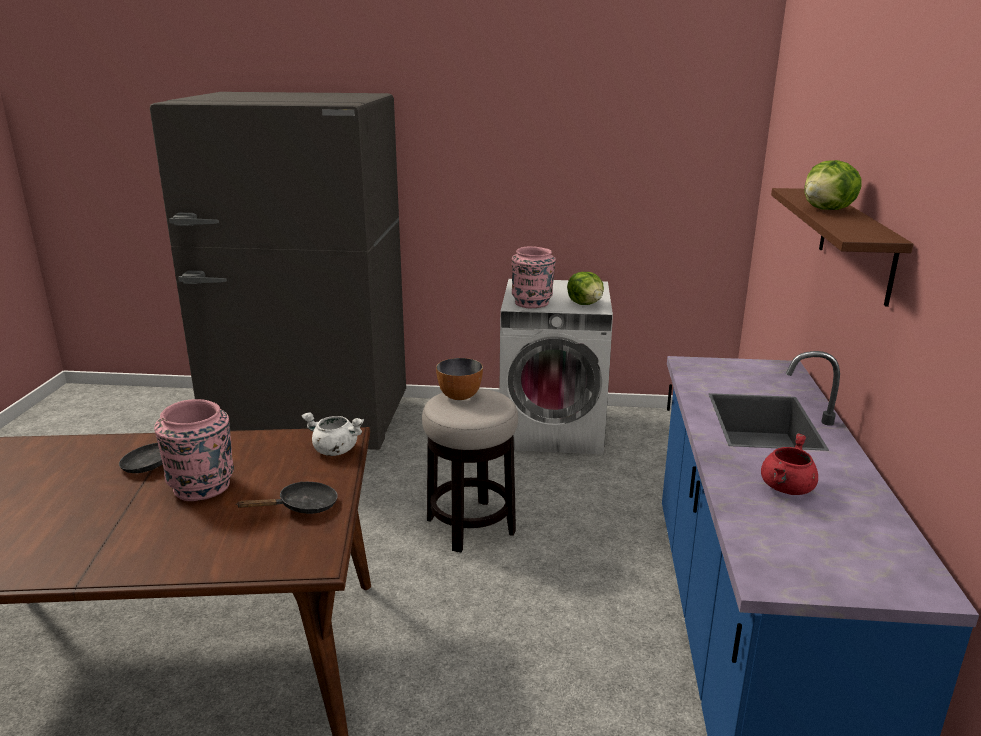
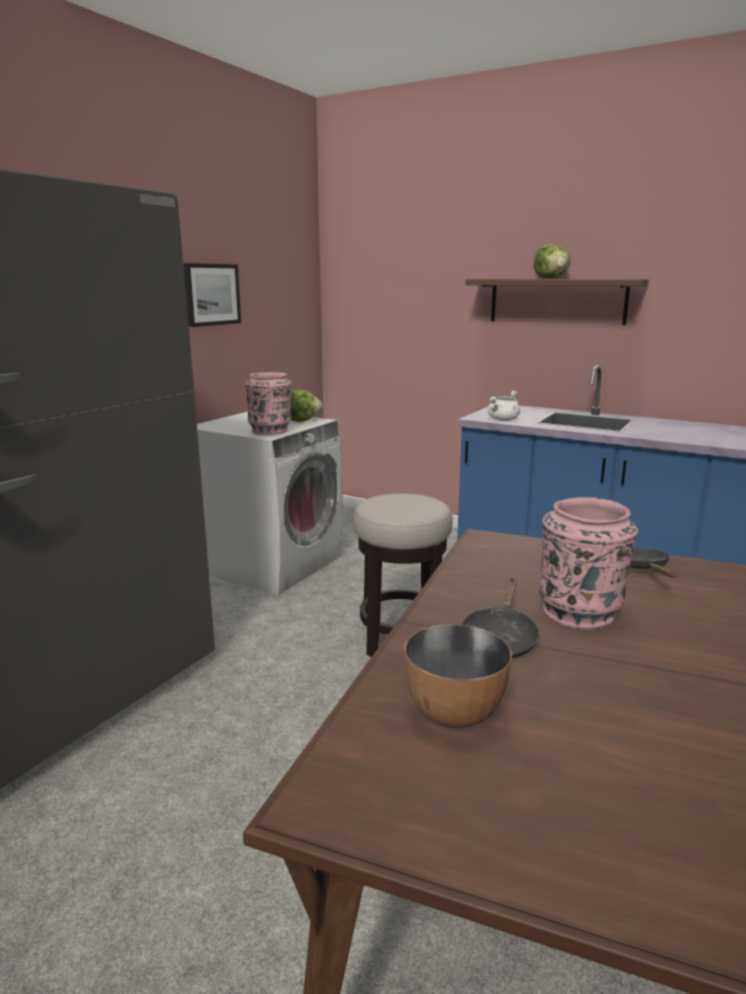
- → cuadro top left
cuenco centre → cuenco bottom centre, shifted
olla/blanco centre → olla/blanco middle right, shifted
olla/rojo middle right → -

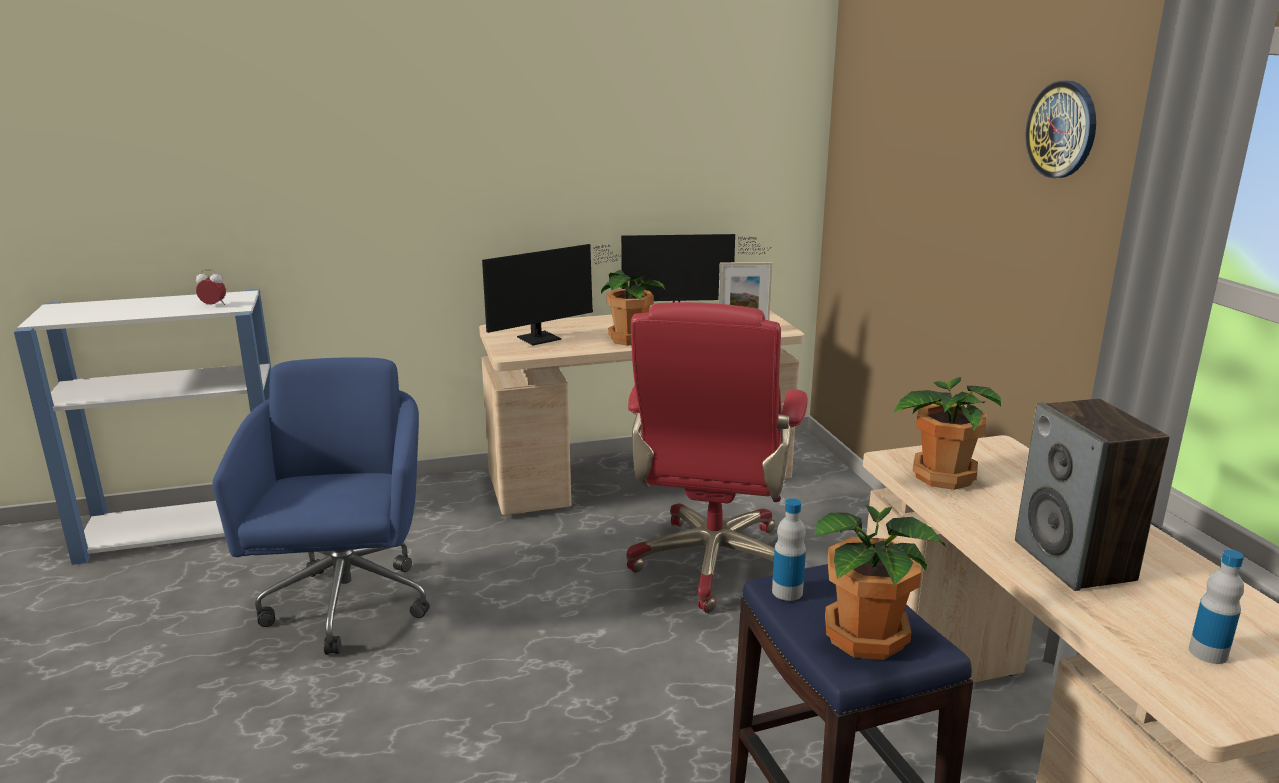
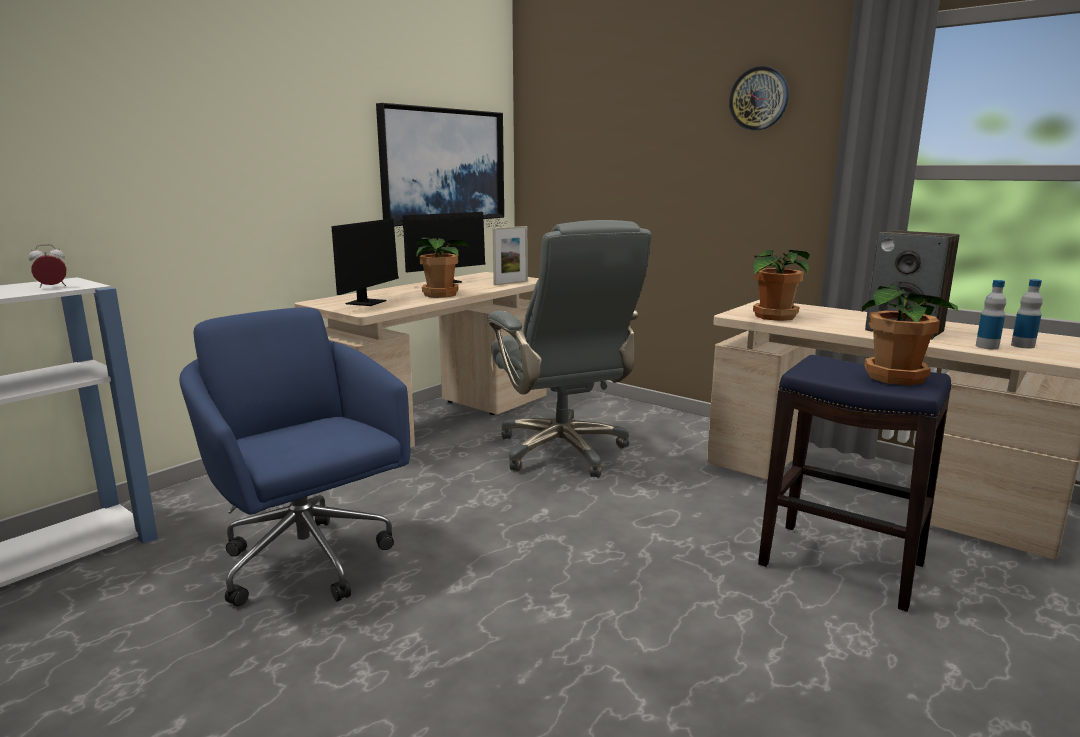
- → cuadro top centre
silla de oficina/rojo centre → silla de oficina/gris centre
botella (no. 1 from left) bottom centre → botella (no. 1 from left) middle right, shifted

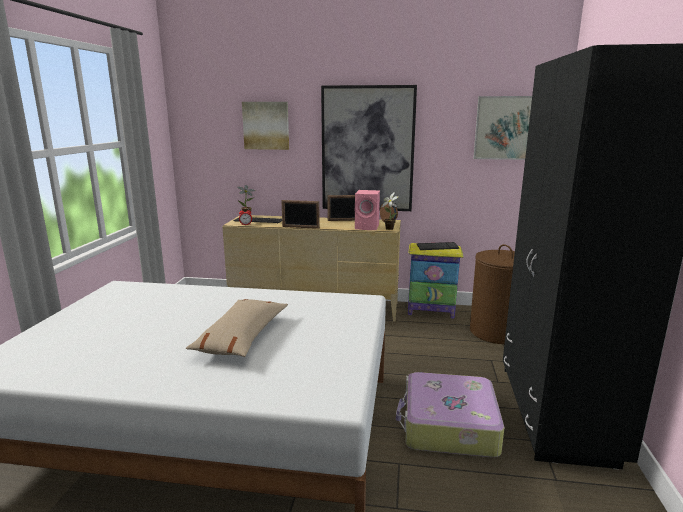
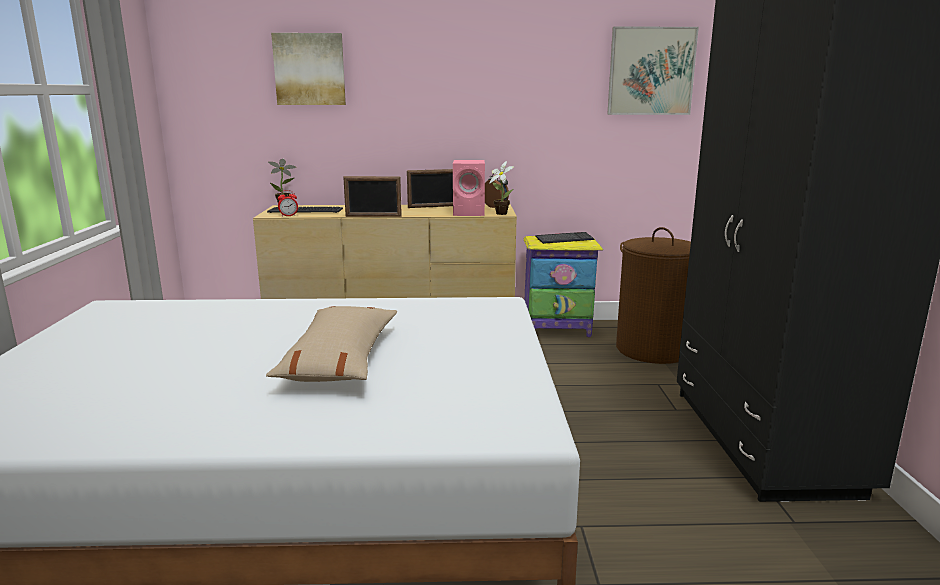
cuadro (no. 2 from left) top centre → -
maleta bottom centre → -

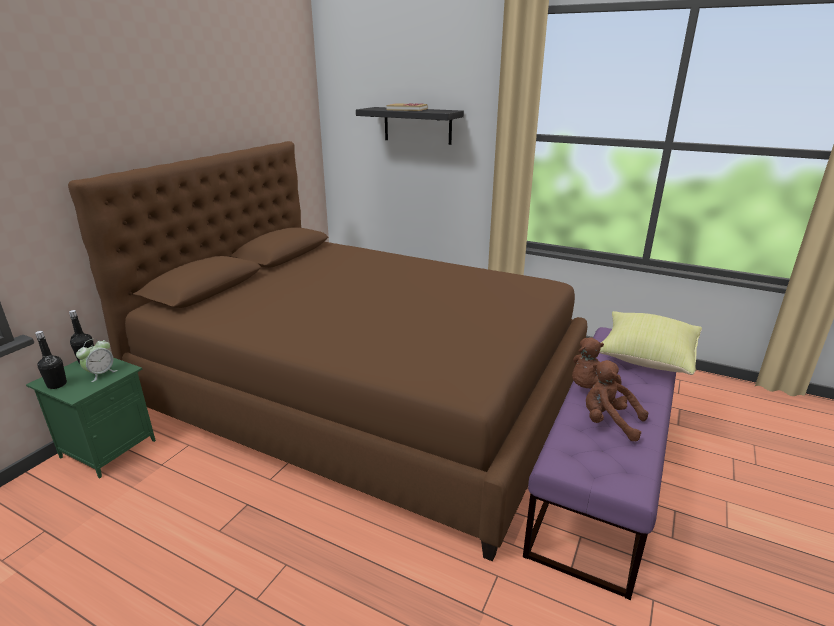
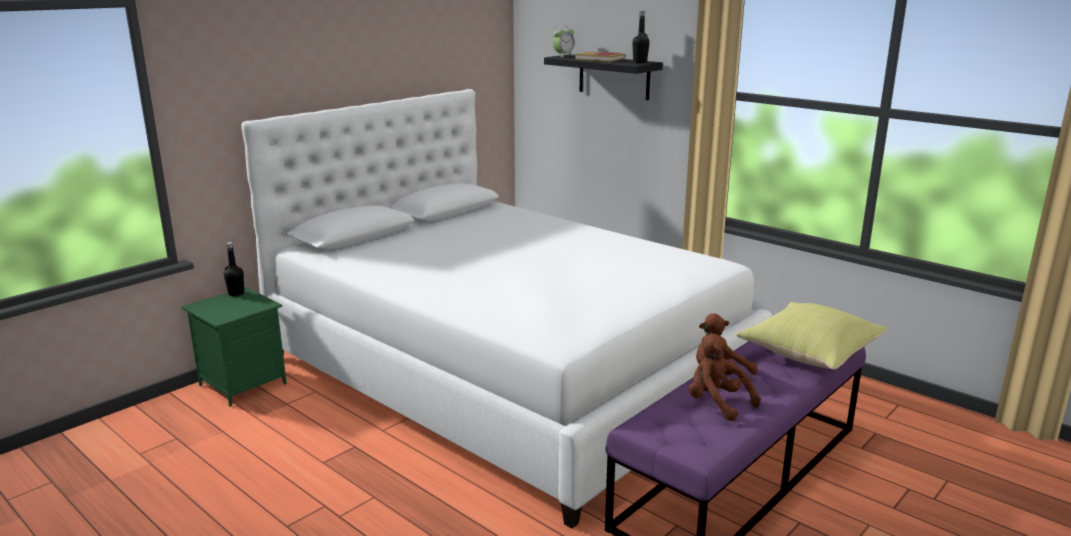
cama/marrón centre → cama/blanco centre
despertador middle left → despertador top centre, shifted
botella/negro (no. 1 from left in the first image) middle left → botella/negro (no. 2 from left) top centre, shifted

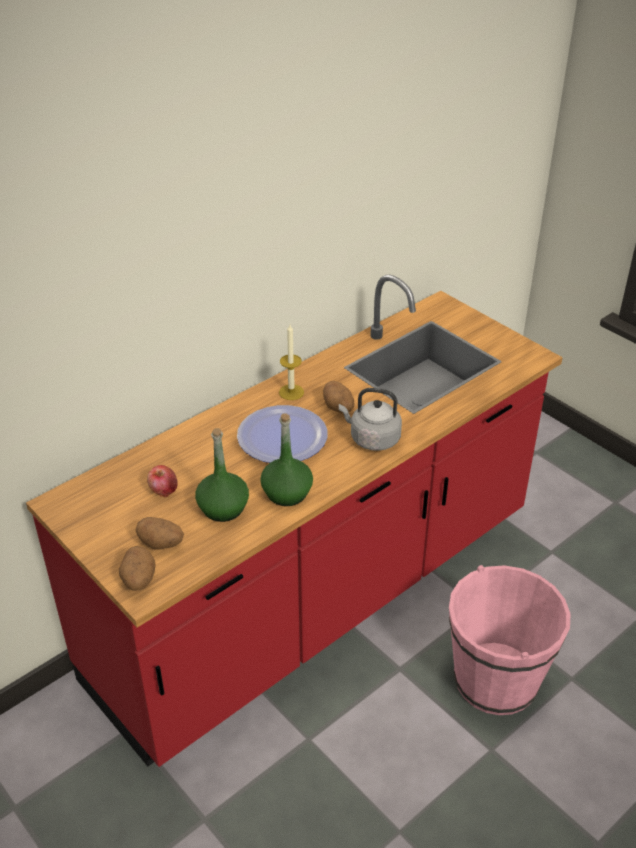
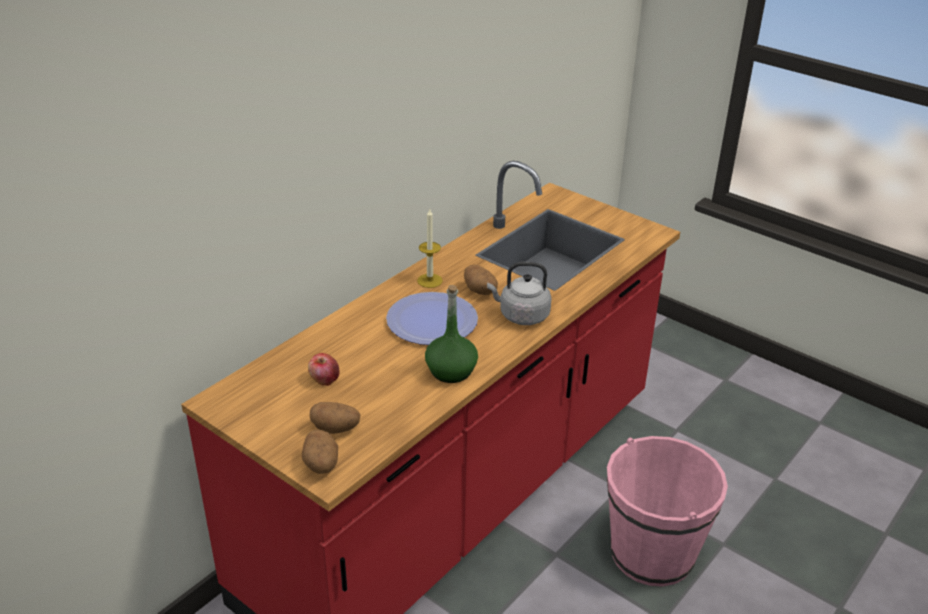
botella/verde (no. 1 from left) centre → -

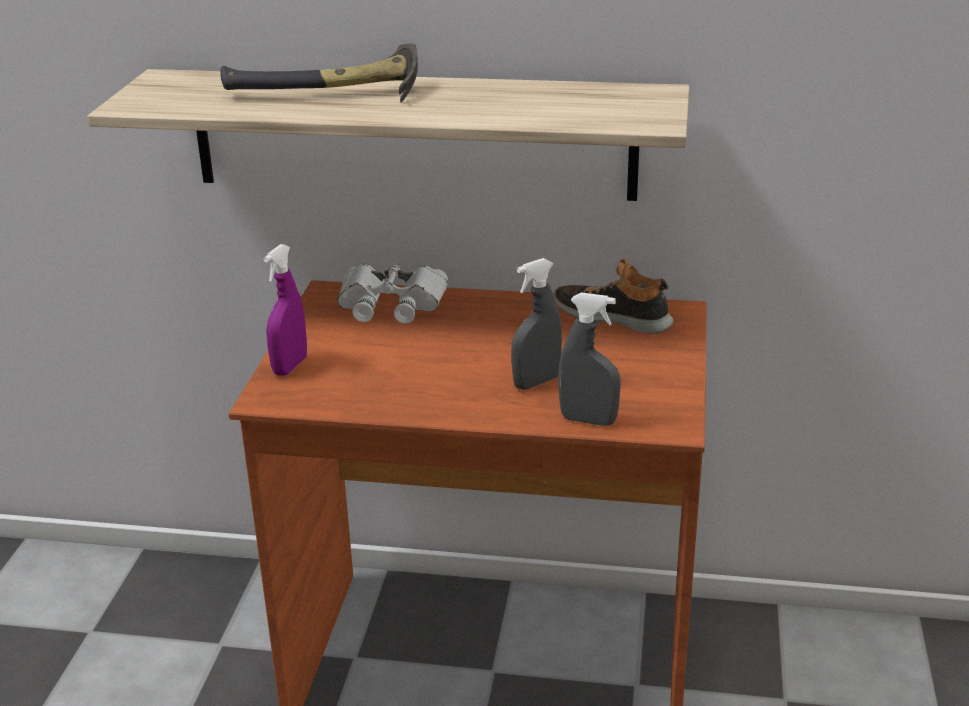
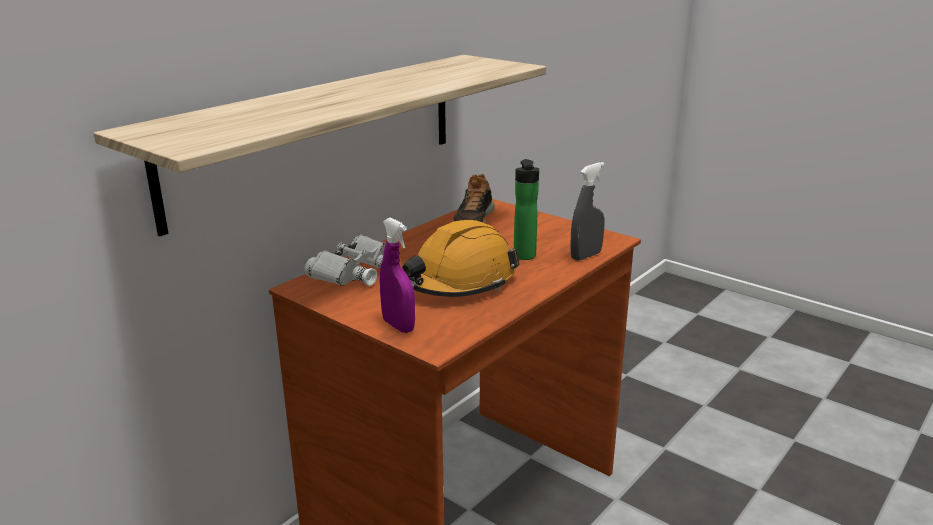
- → casco/naranja centre
zapato centre, 45 degrees counterclockwise
pulverizador/gris (no. 1 from left) centre → botella centre
martillo top left → -

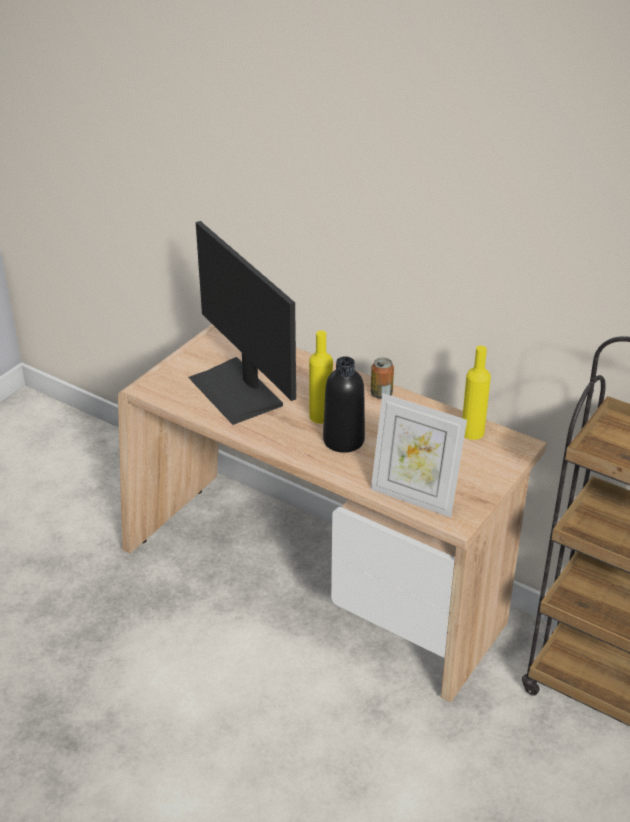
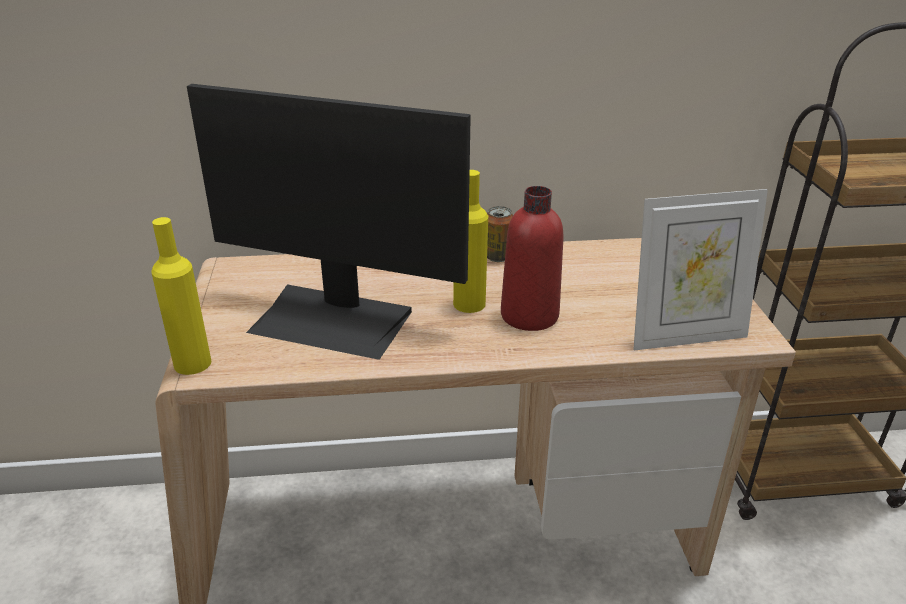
botella/amarillo (no. 2 from left in the first image) middle right → botella/amarillo (no. 1 from left) middle left, shifted
botella/negro centre → botella/rojo centre

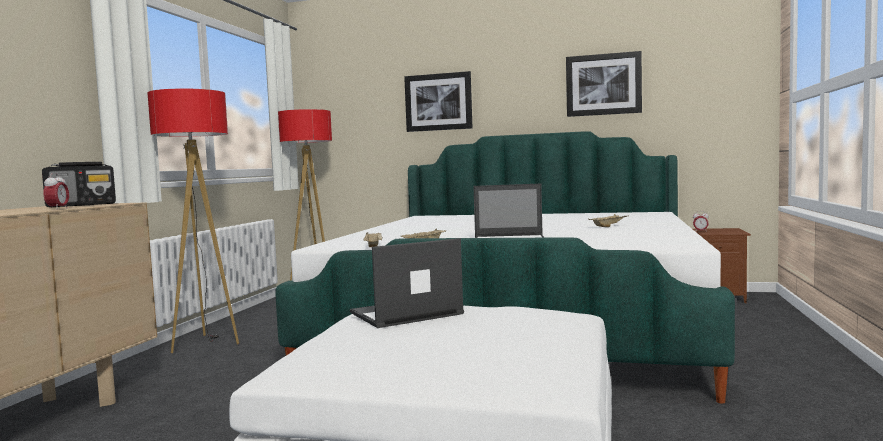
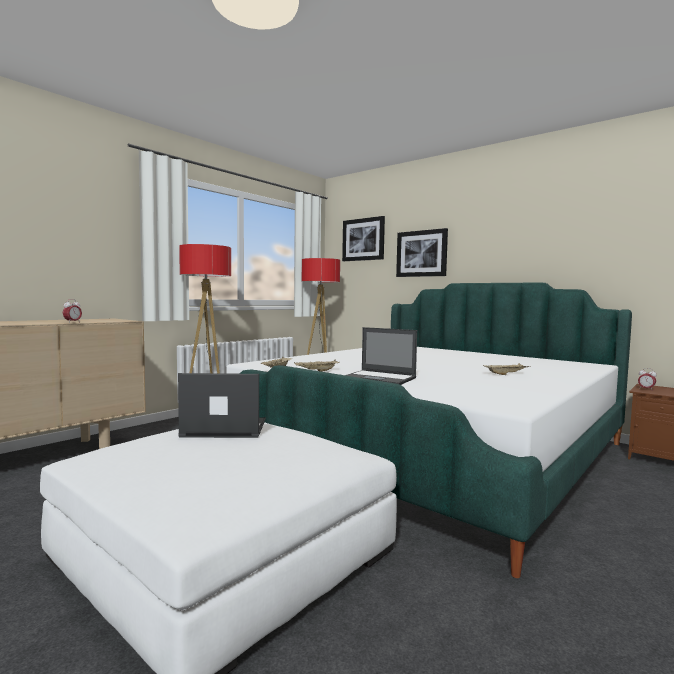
cuadro (no. 2 from left in the first image) top right → cuadro (no. 1 from left) centre, shifted
radio middle left → -

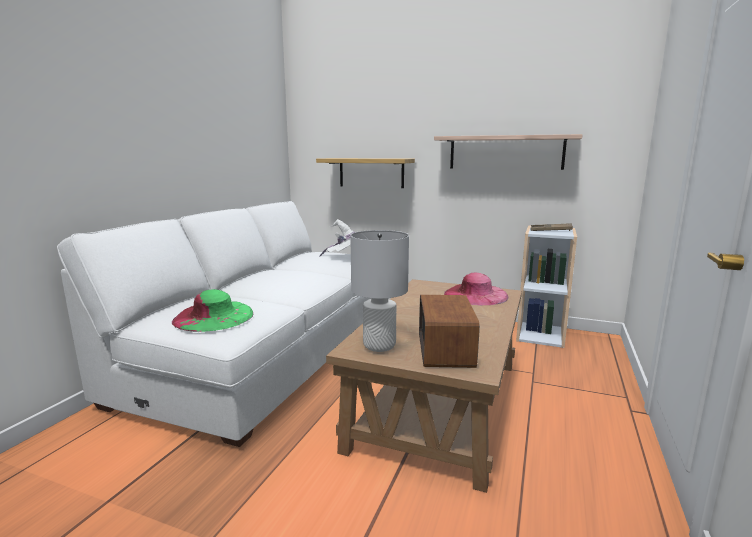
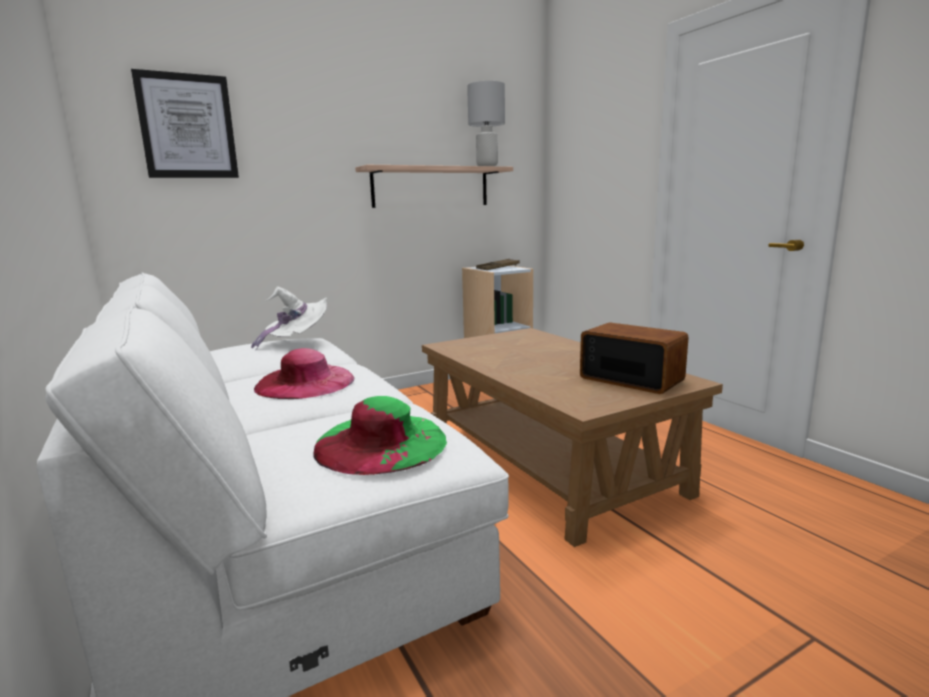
- → cuadro top left
sombrero/rosa centre → sombrero/rosa middle left, shifted
lámpara de mesa/gris centre → lámpara de mesa/gris top centre, shifted
estante (no. 1 from left) top centre → -

